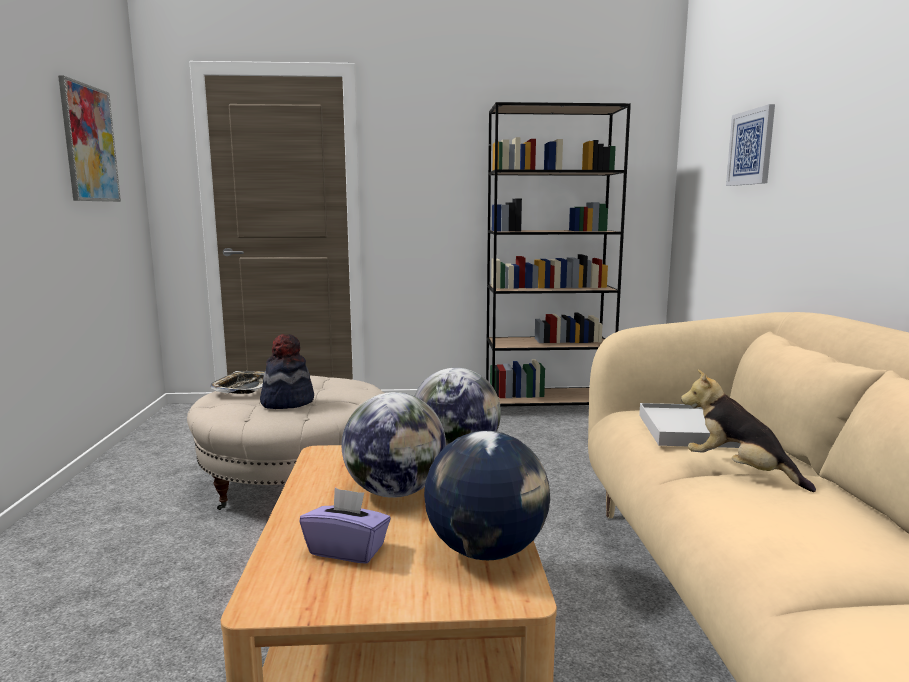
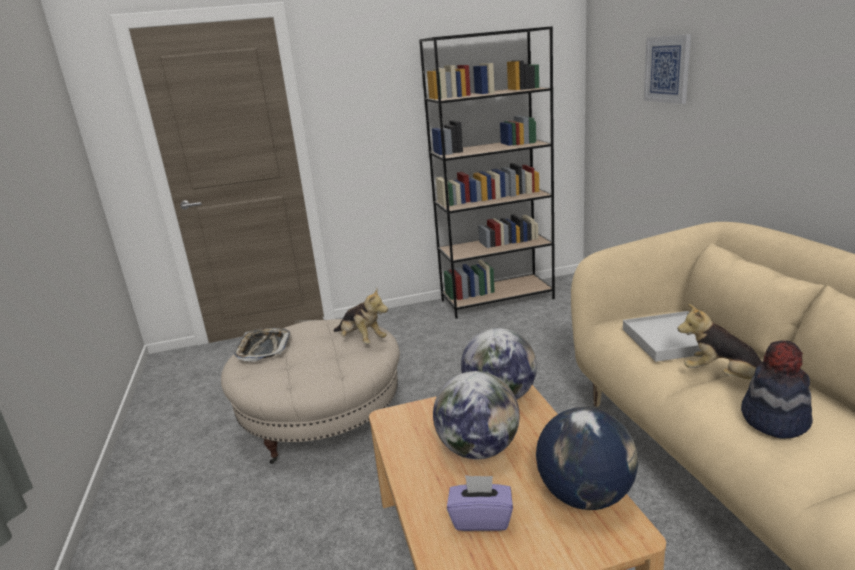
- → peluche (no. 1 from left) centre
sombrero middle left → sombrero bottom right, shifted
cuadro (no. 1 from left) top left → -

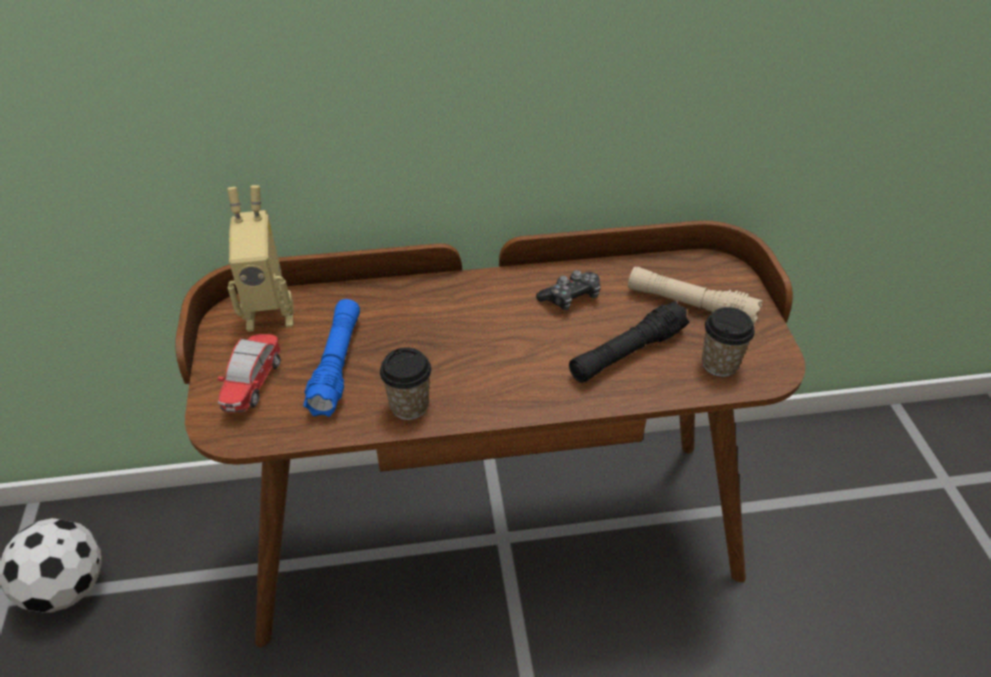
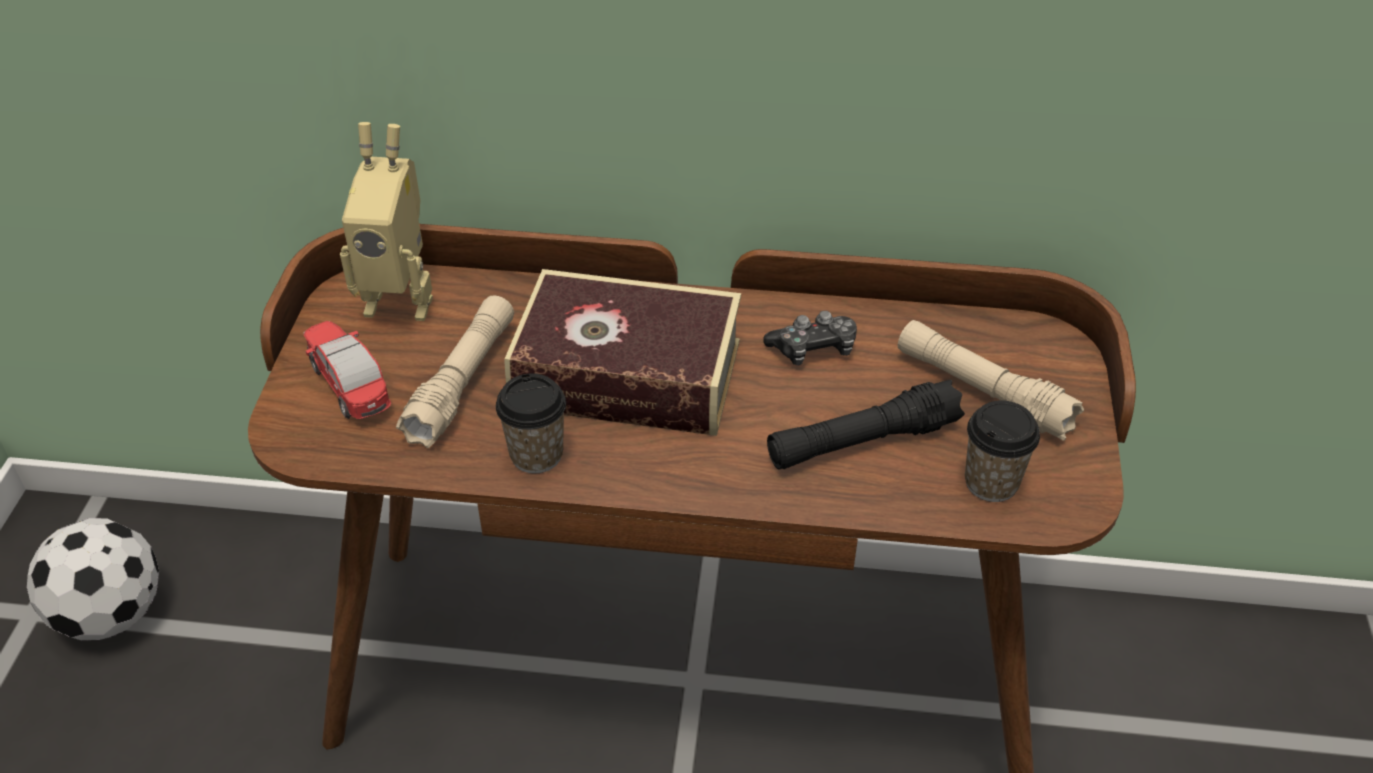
coche de juguete middle left, 120 degrees clockwise
linterna/azul centre → linterna/beis (no. 1 from left) middle left
- → libro centre

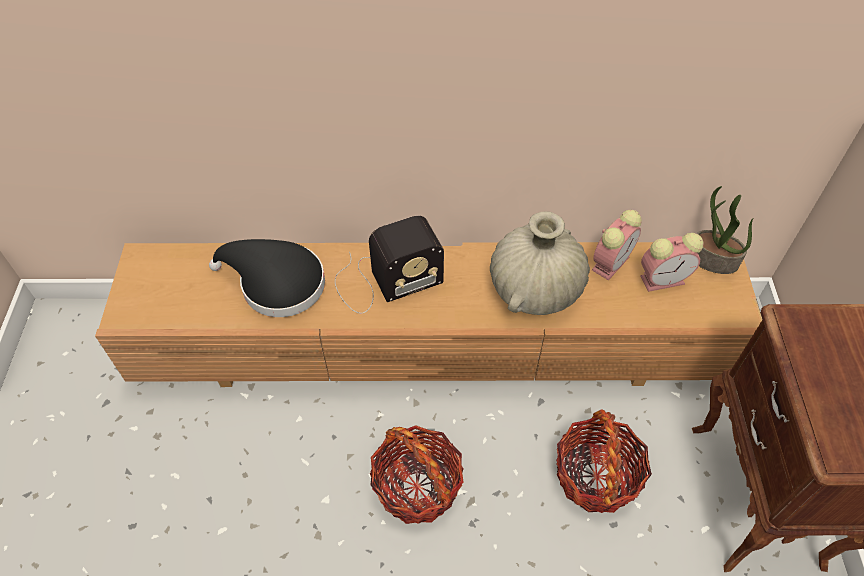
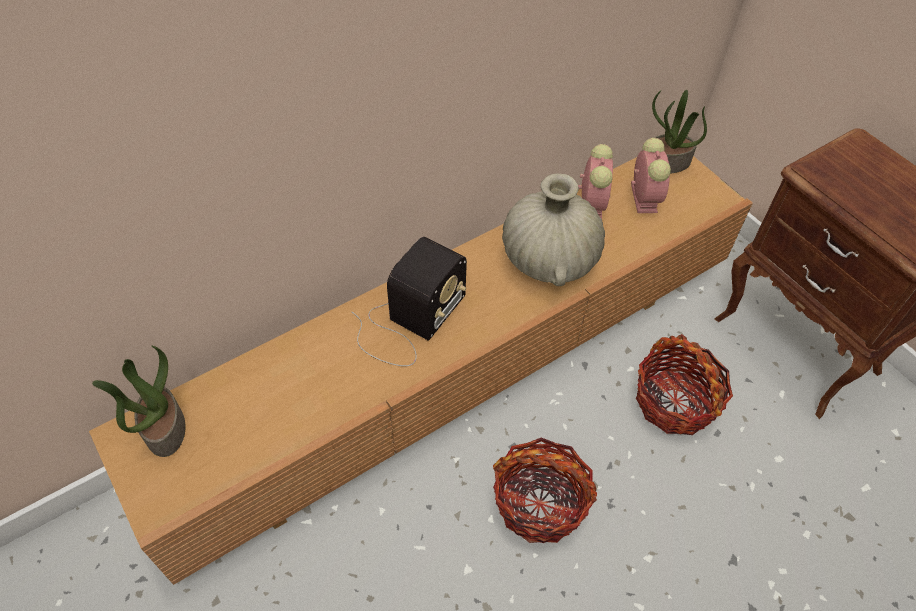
- → planta en maceta (no. 1 from left) middle left
despertador (no. 2 from left) middle right → despertador (no. 2 from left) top right, 45 degrees counterclockwise
sombrero/negro middle left → -

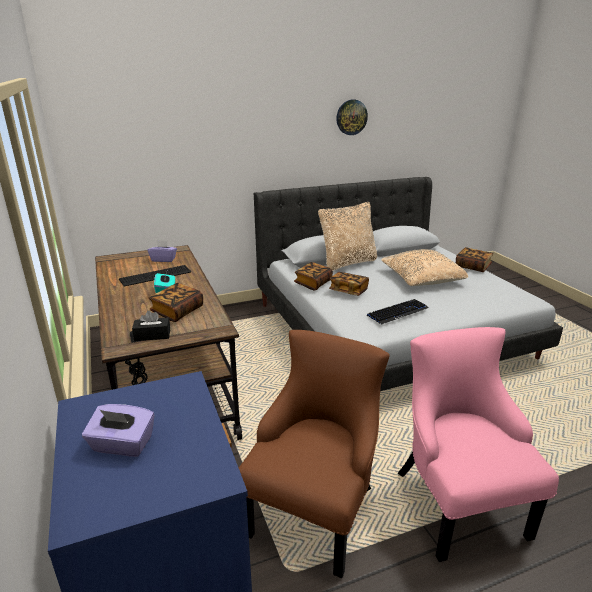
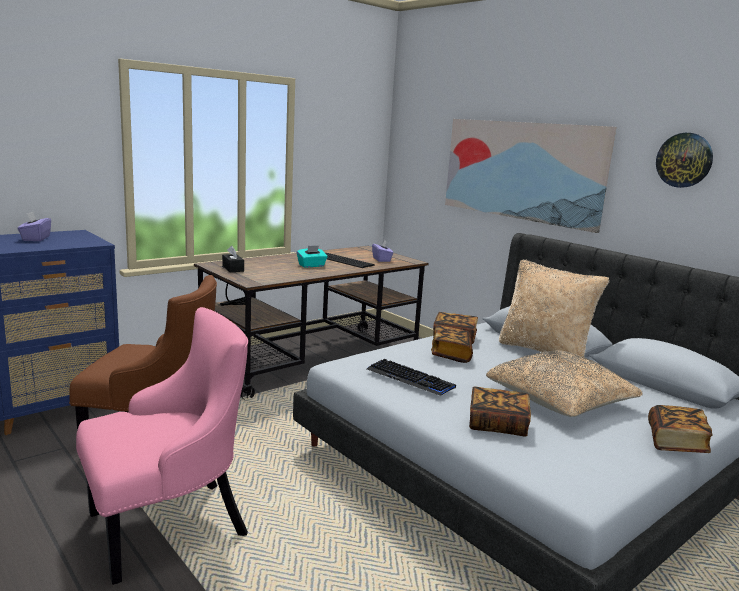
- → cuadro top right
libro (no. 1 from left in the first image) middle left → libro (no. 3 from left) bottom right, shifted

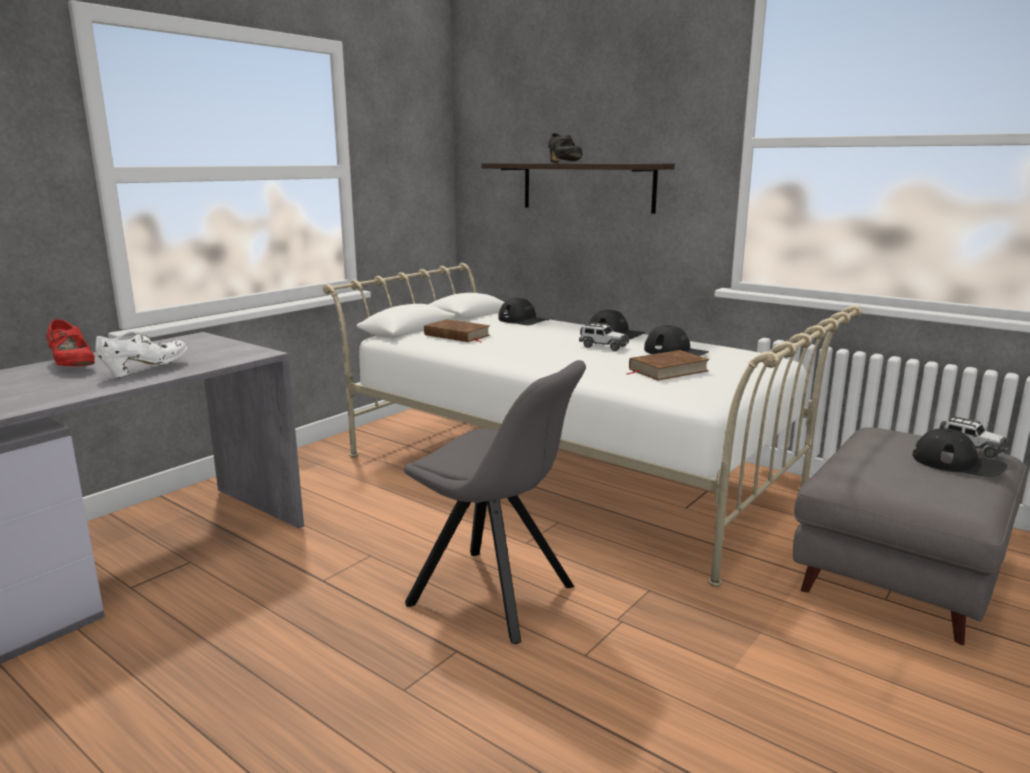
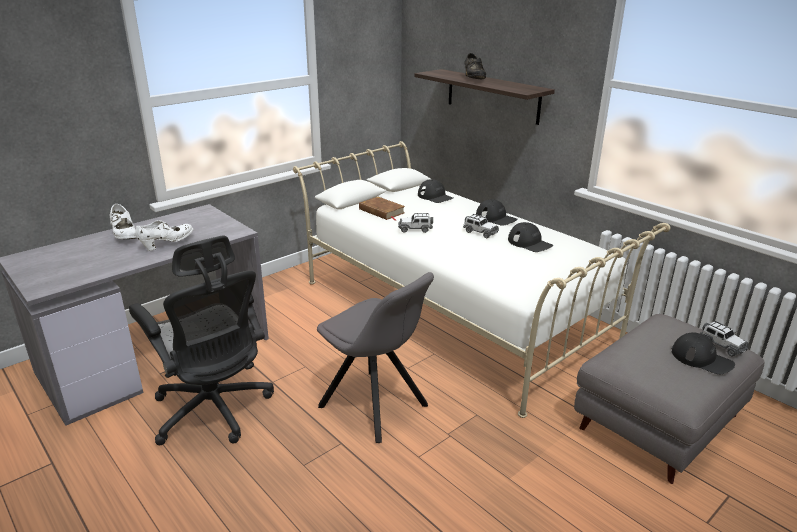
zapato/rojo middle left → zapato/blanco (no. 1 from left) middle left
- → silla de oficina middle left
- → coche de juguete (no. 1 from left) centre
libro/marrón (no. 2 from left) centre → -

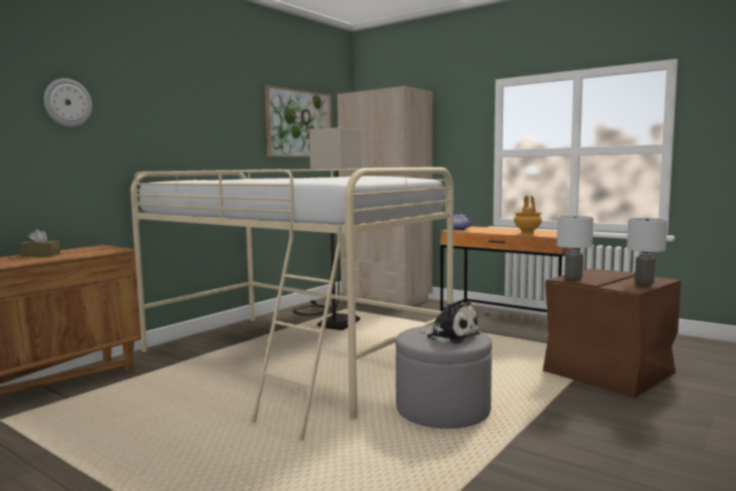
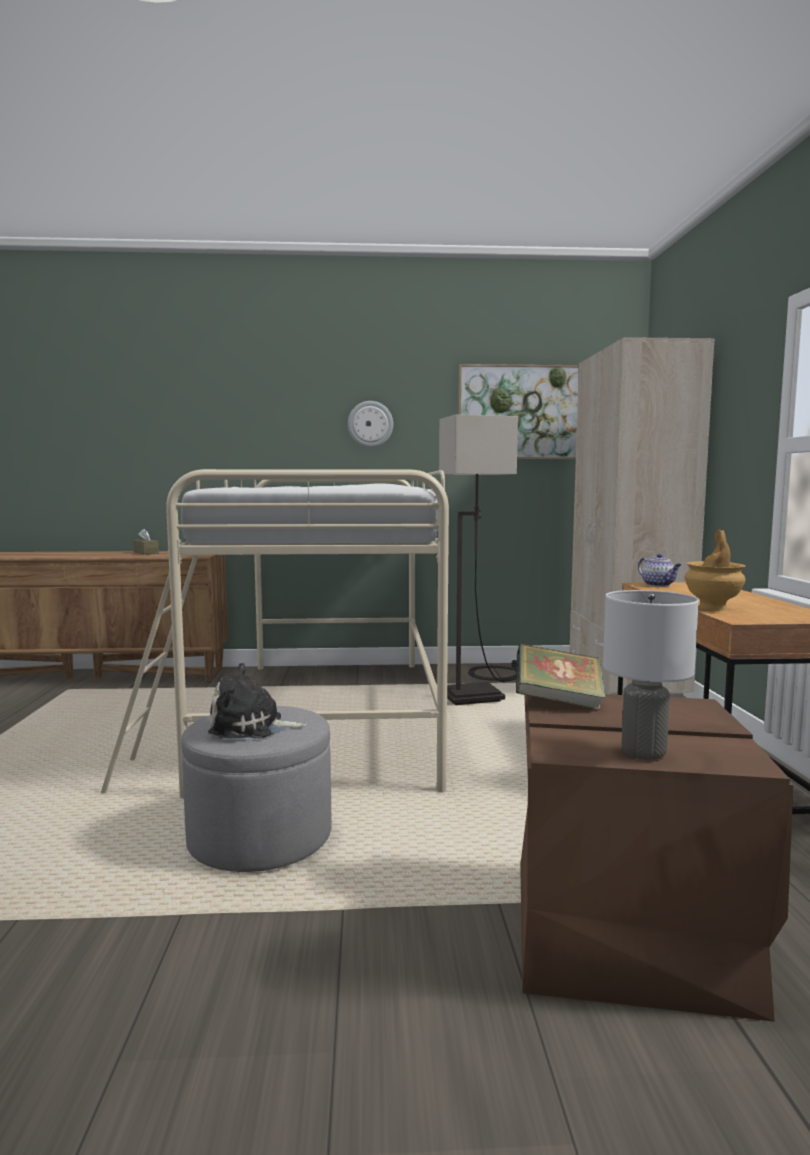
peluche centre → peluche middle left, 90 degrees clockwise
reloj de pared top left → reloj de pared centre, shifted
lámpara de mesa/blanco (no. 1 from left) middle right → libro middle right

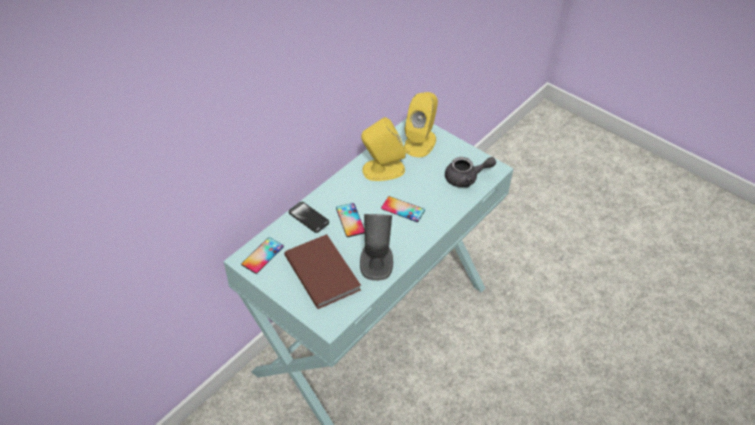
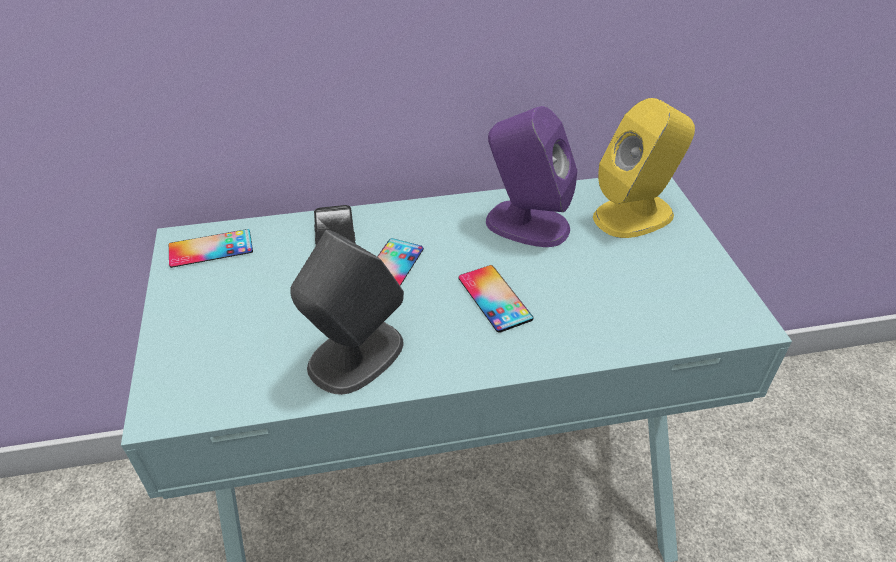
altavoz/amarillo (no. 1 from left) centre → altavoz/morado top centre
libro/marrón centre → -
tetera/gris centre → -

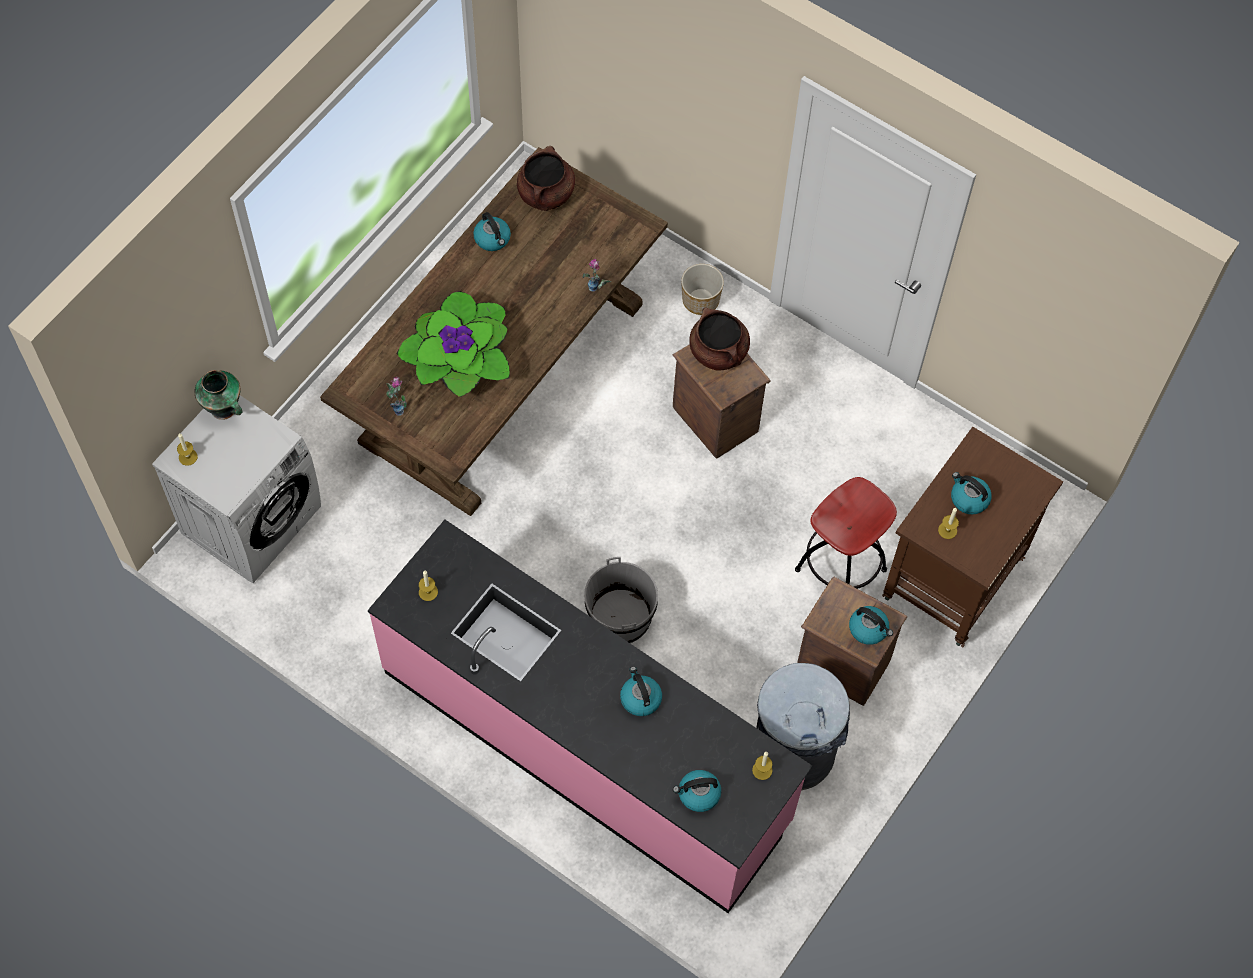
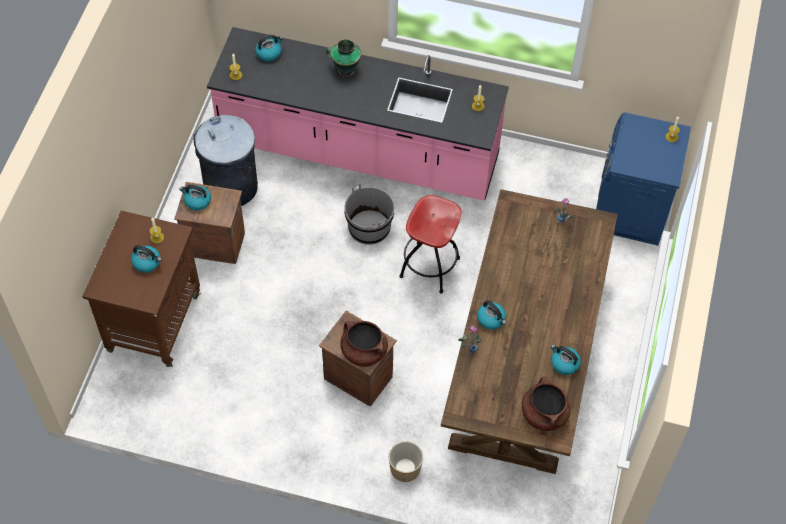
florero (no. 1 from left) middle left → florero (no. 1 from left) top centre, shifted
taburete/rojo middle right → taburete/rojo centre, shifted
hervidor (no. 2 from left in the first image) bottom centre → hervidor (no. 4 from left) centre, shifted
lavadora/blanco middle left → lavadora/azul middle right
planta en maceta centre → -

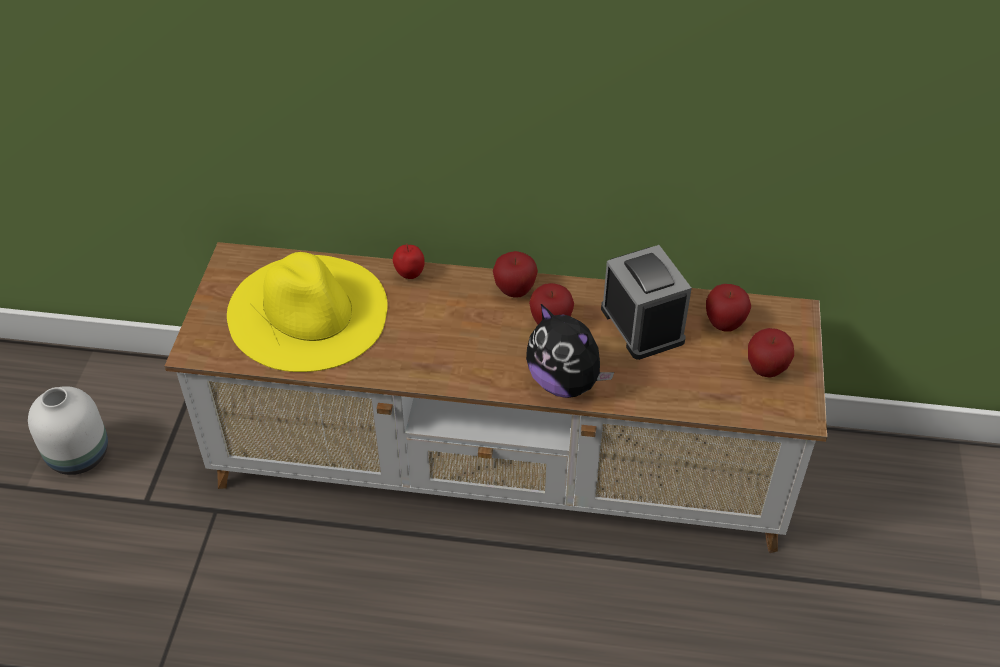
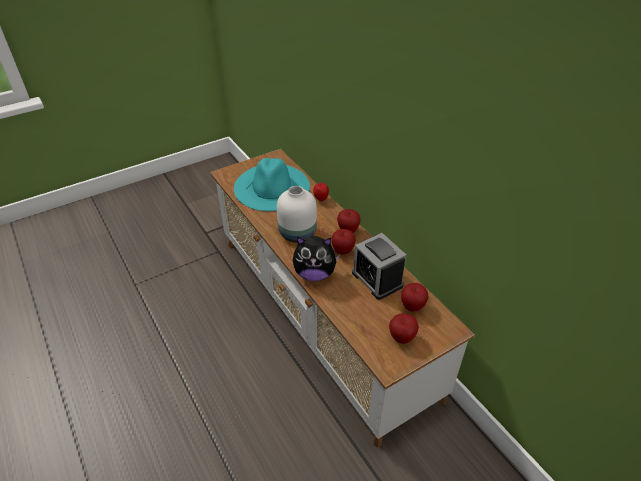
sombrero/amarillo middle left → sombrero/turquesa centre
florero/blanco middle left → florero/blanco centre, shifted
peluche centre, 90 degrees counterclockwise
despertador centre, 120 degrees clockwise

